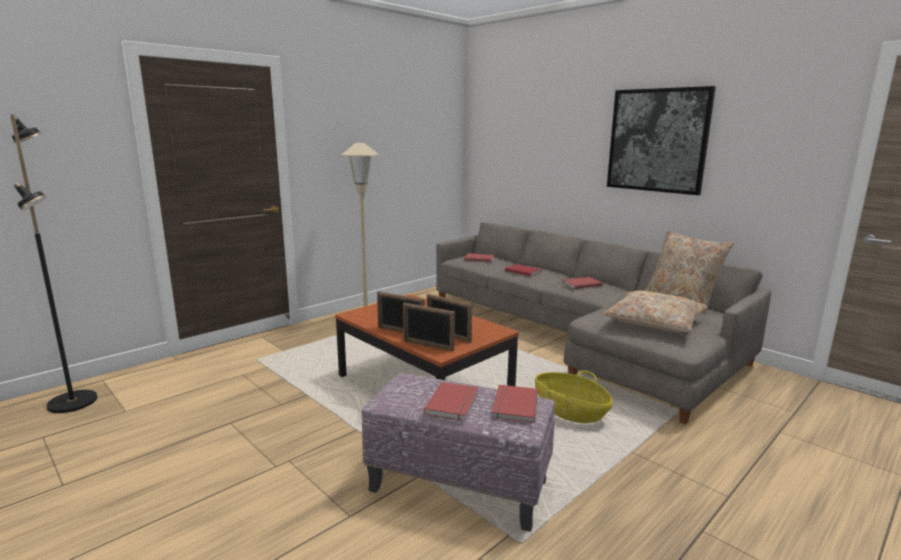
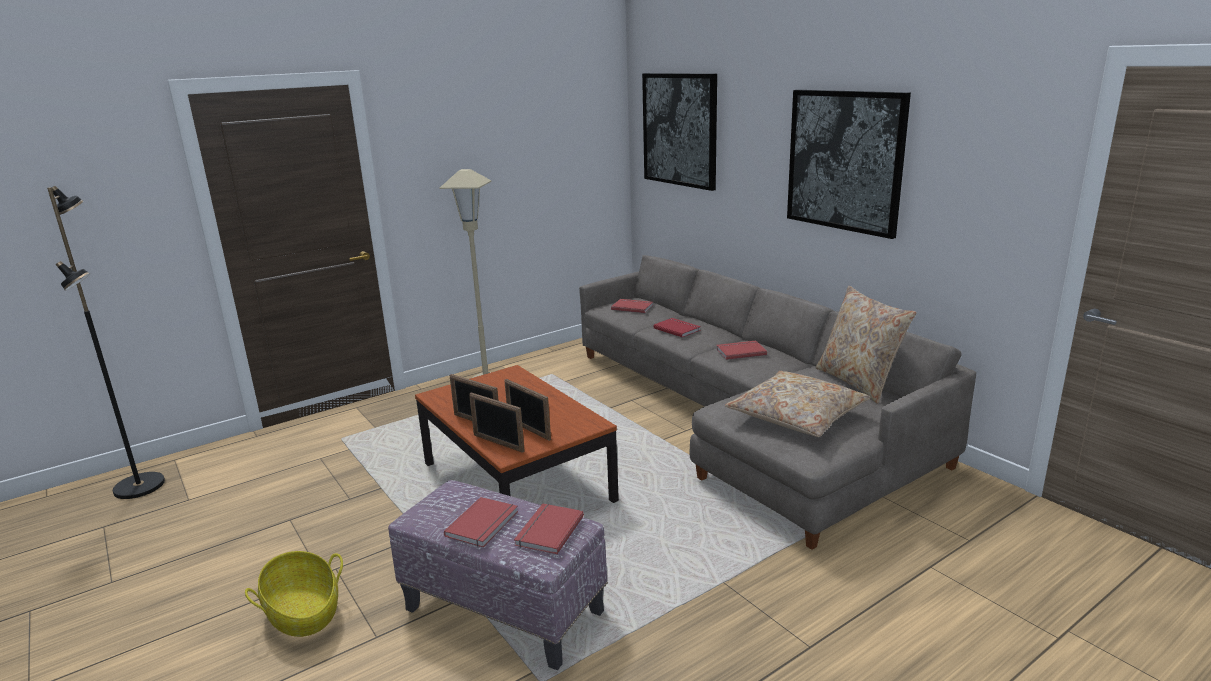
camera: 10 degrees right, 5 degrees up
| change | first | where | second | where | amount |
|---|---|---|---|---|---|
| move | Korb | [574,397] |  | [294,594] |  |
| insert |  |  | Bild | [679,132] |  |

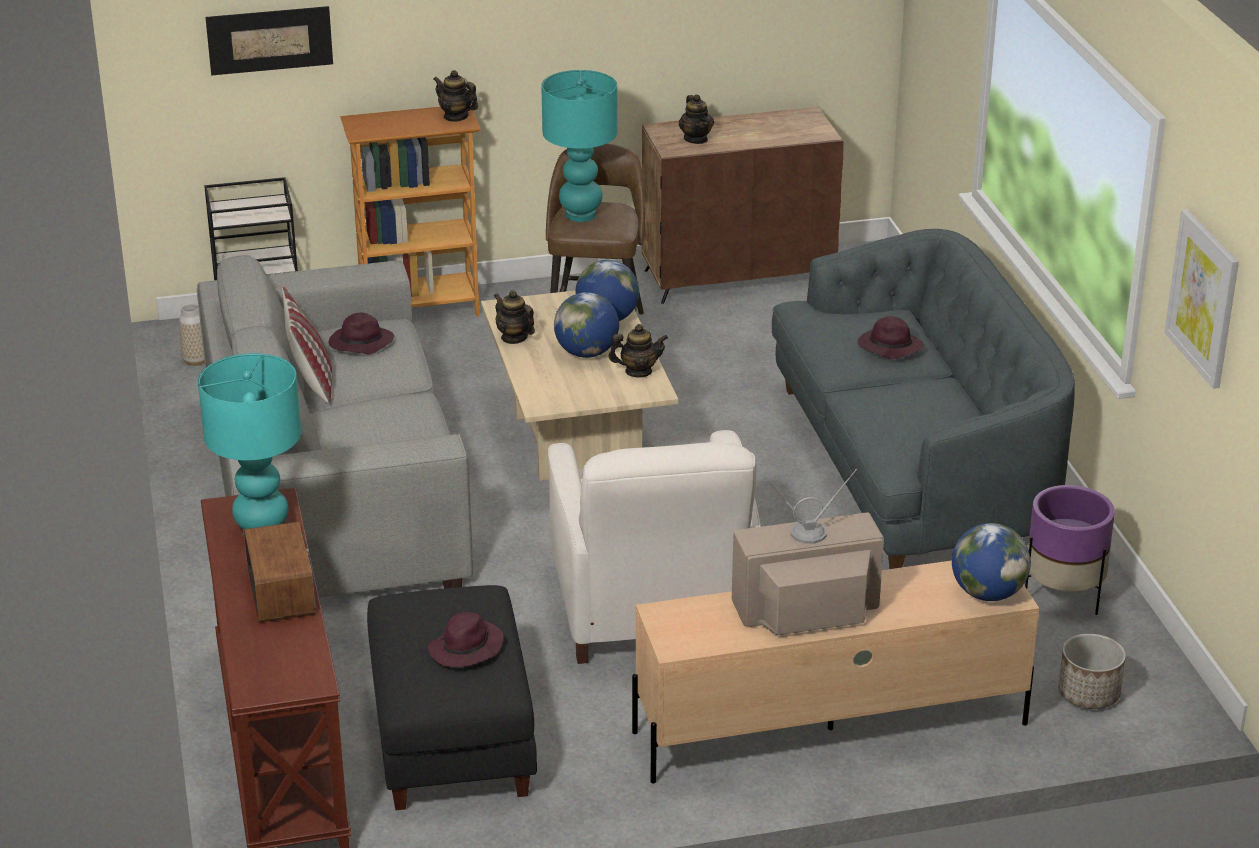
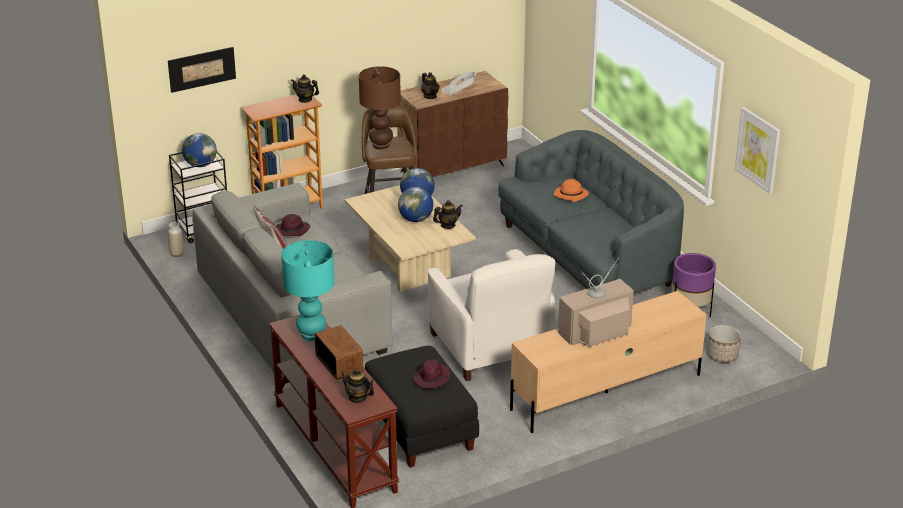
camera: 15 degrees left, 0 degrees up
| change | first | where | second | where | amount |
|---|---|---|---|---|---|
| move | Globus | [991,562] |  | [199,150] |  |
| move | Teekanne | [514,317] |  | [358,385] |  |
| recolor | Tischlampe (türkis) | [579,146] | Tischlampe (braun) | [380,107] |  |
| insert |  |  | Zeitung | [458,83] |  |
| recolor | Hut (lila) | [891,337] | Hut (orange) | [571,190] |  |

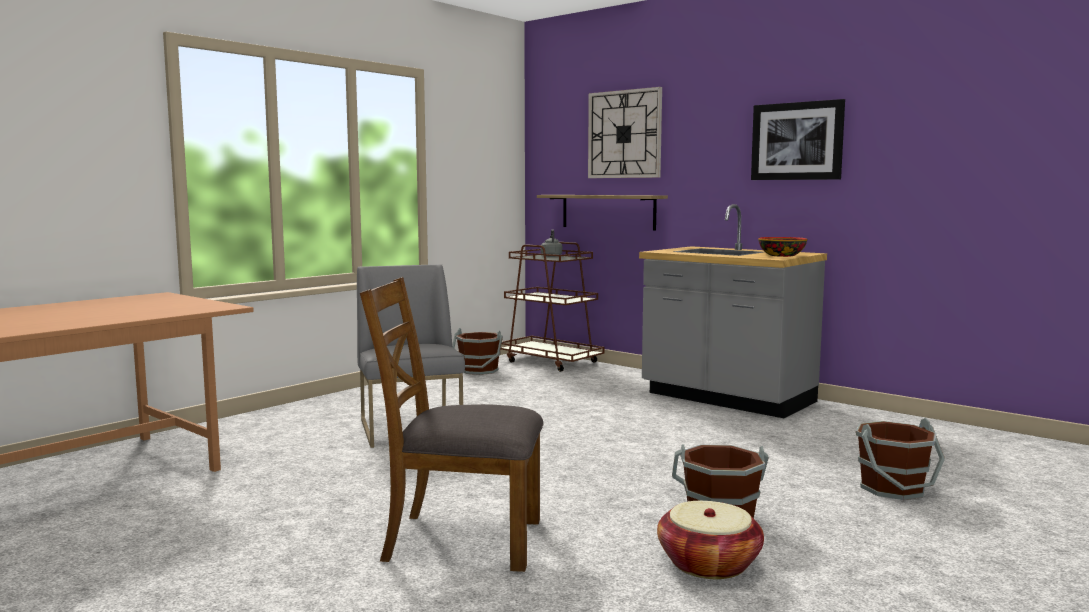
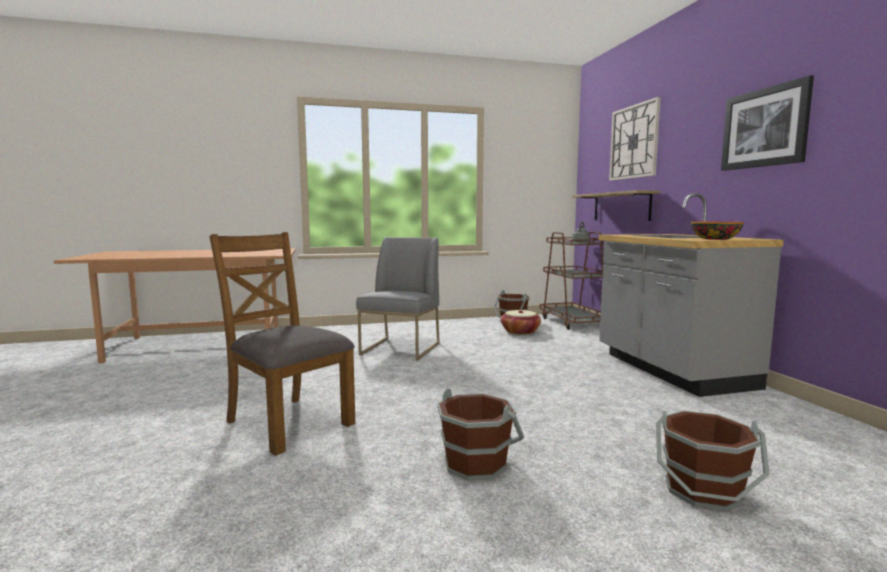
camera: 35 degrees right, 0 degrees up
| change | first | where | second | where | amount |
|---|---|---|---|---|---|
| move | Korb | [710,540] |  | [521,322] |  |

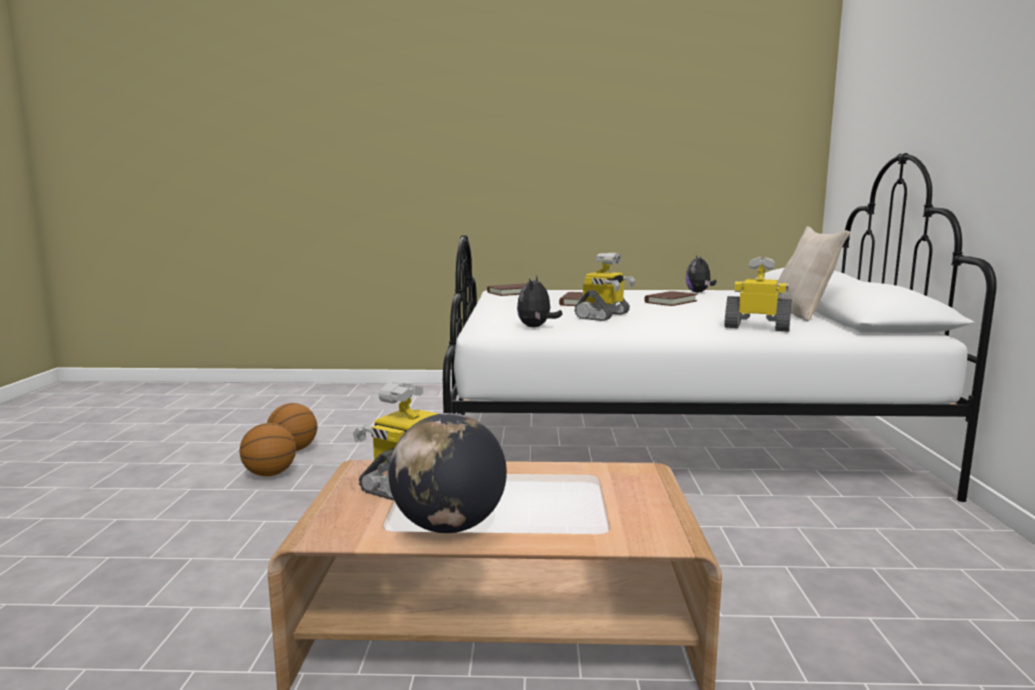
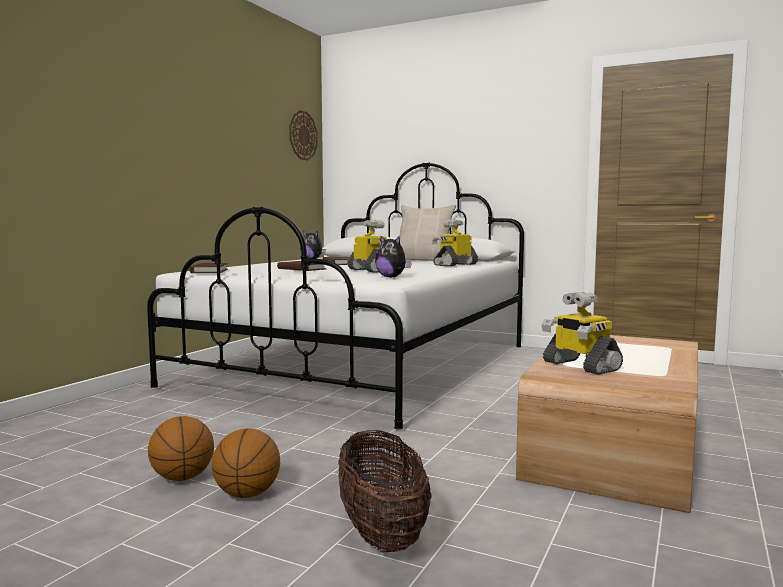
camera: 65 degrees left, 5 degrees down
| change | first | where | second | where | amount |
|---|---|---|---|---|---|
| insert |  |  | Wanduhr | [303,135] |  |
| insert |  |  | Korb | [385,491] |  |
| delete | Globus | [447,473] |  |  |  |

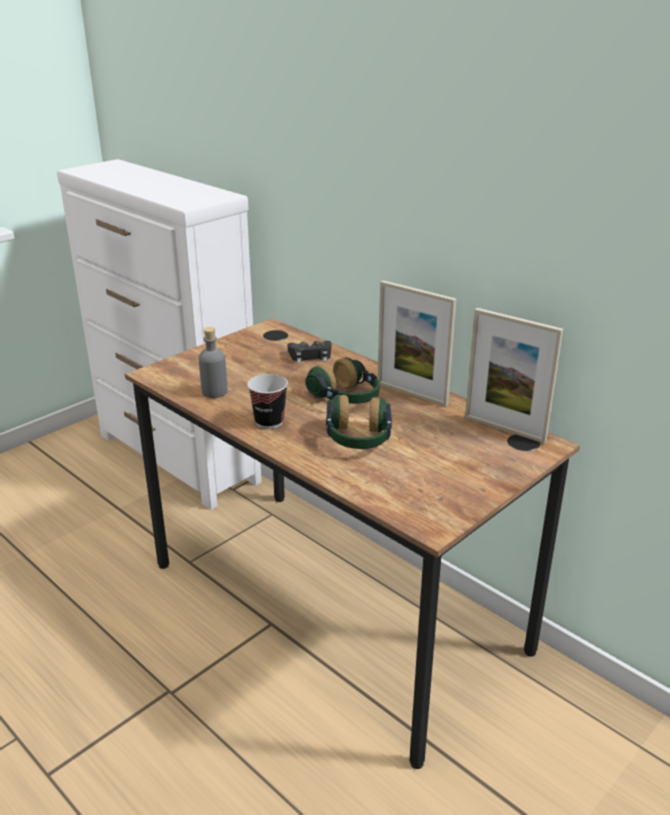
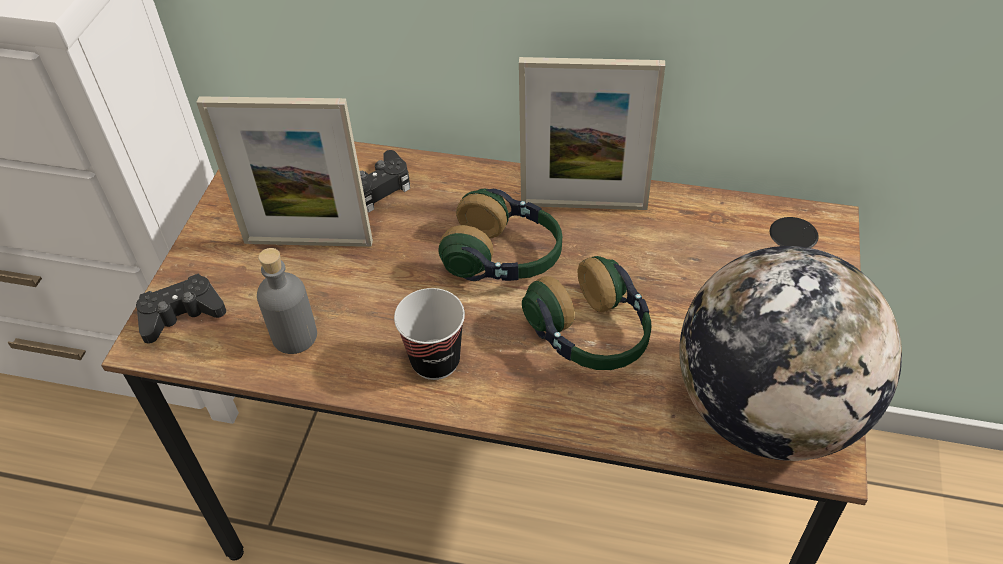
camera: 30 degrees left, 20 degrees up
| change | first | where | second | where | amount |
|---|---|---|---|---|---|
| insert |  |  | Gamepad (schwarz) | [181,308] |  |
| move | Bilderrahmen | [514,375] |  | [284,171] |  |
| insert |  |  | Globus | [790,353] |  |

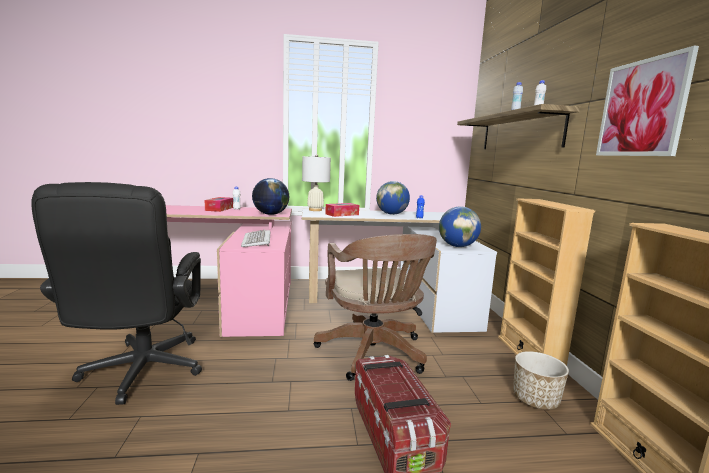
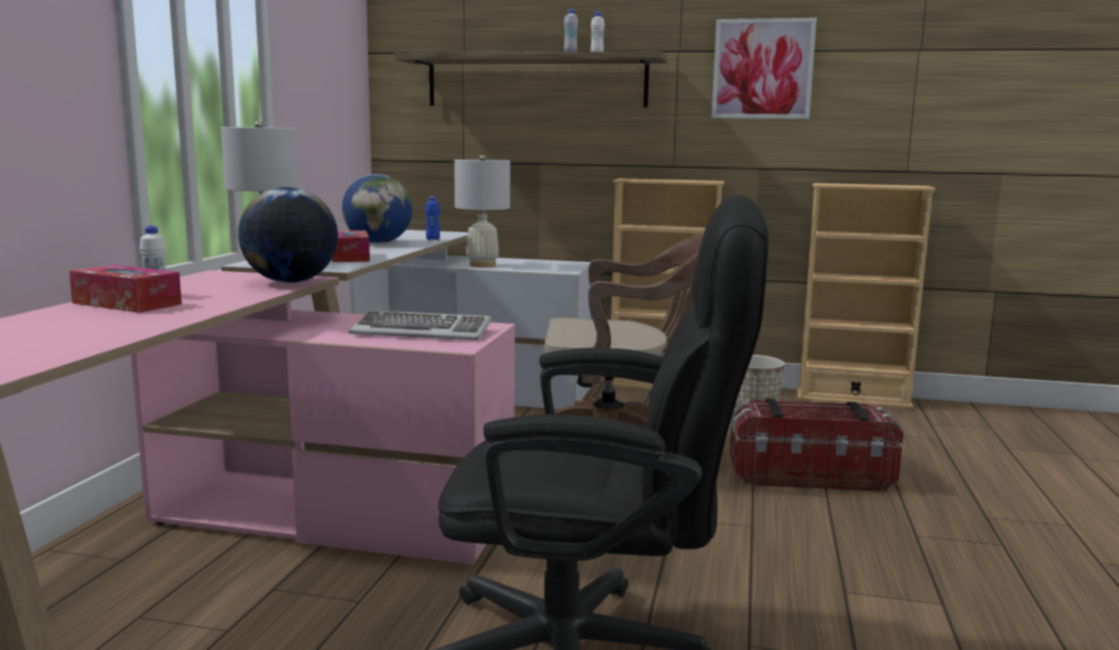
camera: 70 degrees left, 0 degrees up
| change | first | where | second | where | amount |
|---|---|---|---|---|---|
| insert |  |  | Tischlampe (weiß) | [482,211] |  |
| delete | Globus | [460,226] |  |  |  |

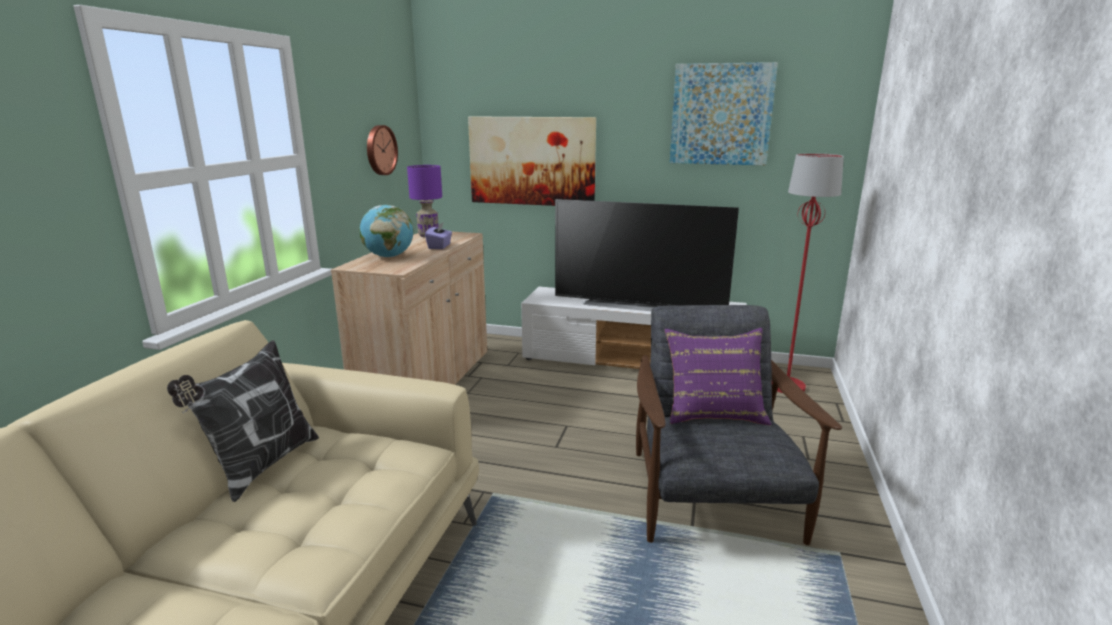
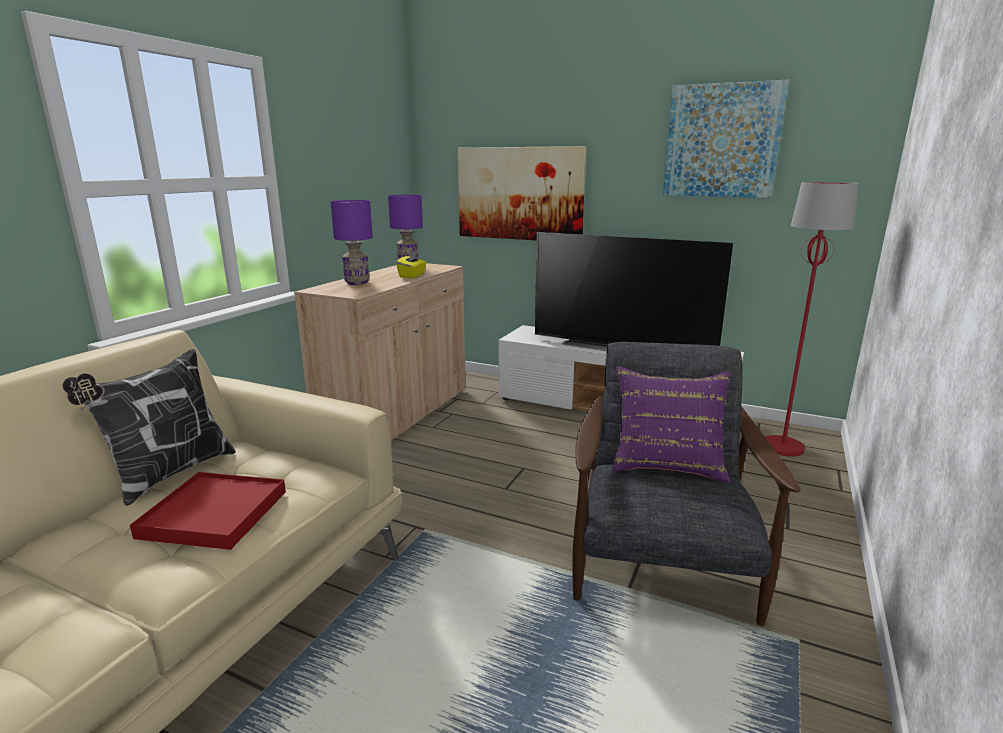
camera: 10 degrees right, 0 degrees up
| change | first | where | second | where | amount |
|---|---|---|---|---|---|
| insert |  |  | Tablett (rot) | [208,511] |  |
| replace | Globus | [386,231] | Tischlampe (lila) | [352,242] |  |
| recolor | Taschentuchbox (lila) | [438,235] | Taschentuchbox (gelb) | [411,264] |  |
| delete | Wanduhr | [382,150] |  |  |  |

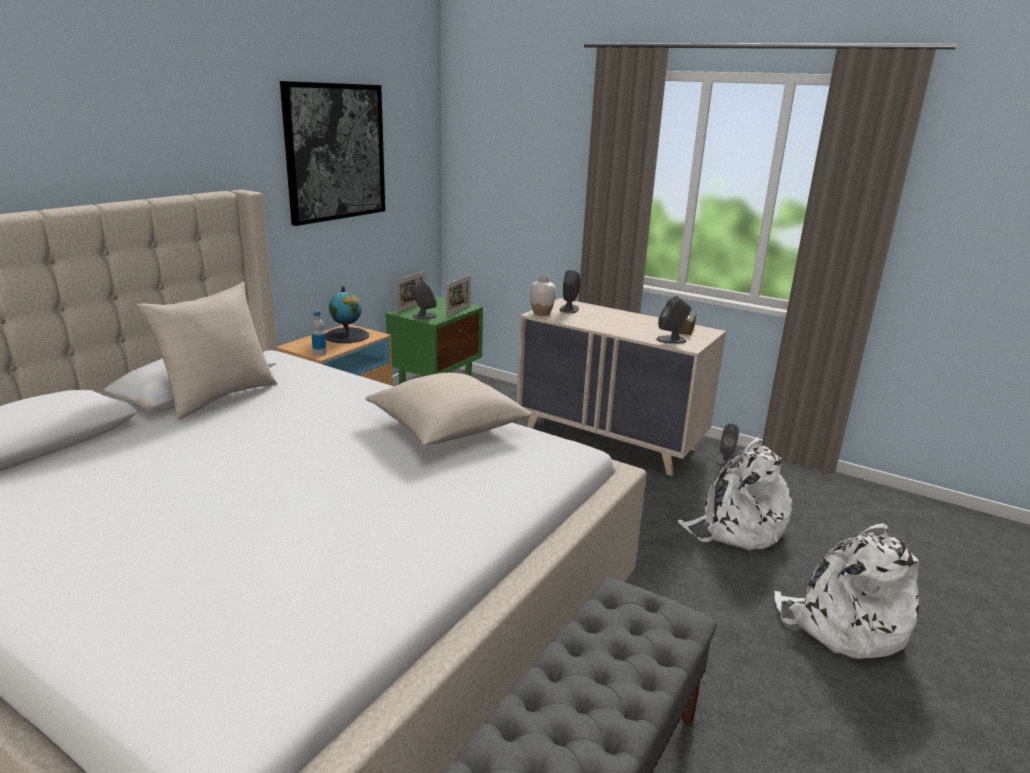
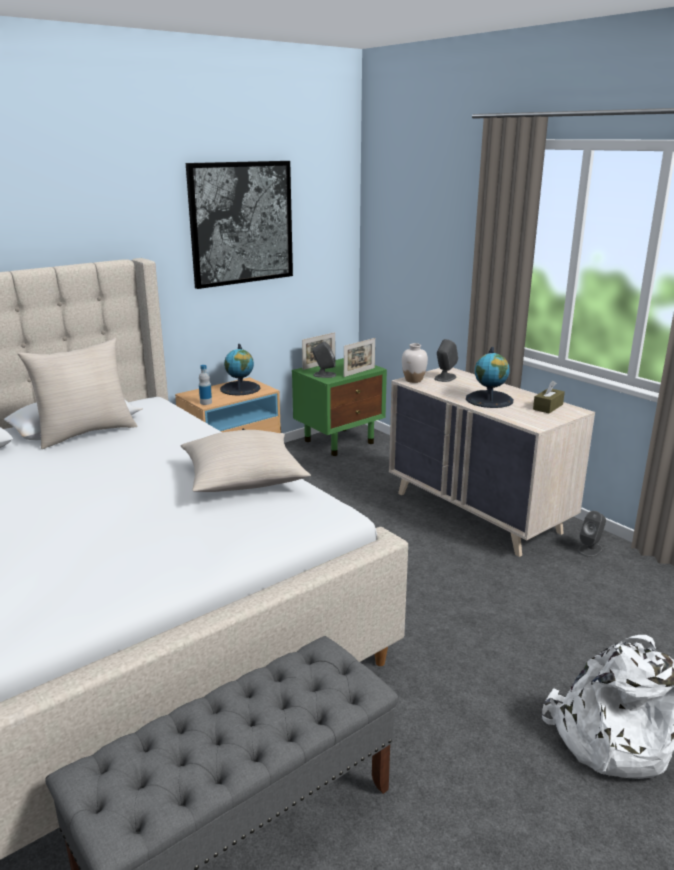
camera: 20 degrees right, 0 degrees up
| change | first | where | second | where | amount |
|---|---|---|---|---|---|
| insert |  |  | Globus | [489,377] |  |
| delete | Lautsprecher (grau) | [673,320] |  |  |  |
| delete | Rucksack (weiß) | [734,493] |  |  |  |

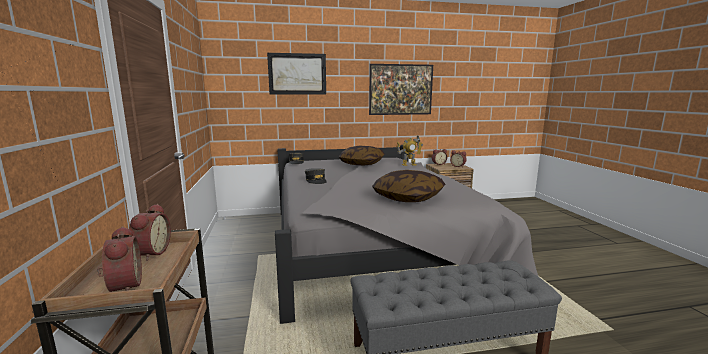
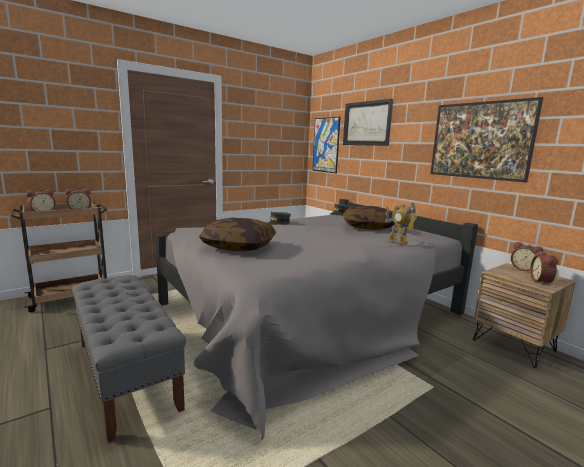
camera: 65 degrees right, 0 degrees up
| change | first | where | second | where | amount |
|---|---|---|---|---|---|
| insert |  |  | Bild | [326,145] |  |

